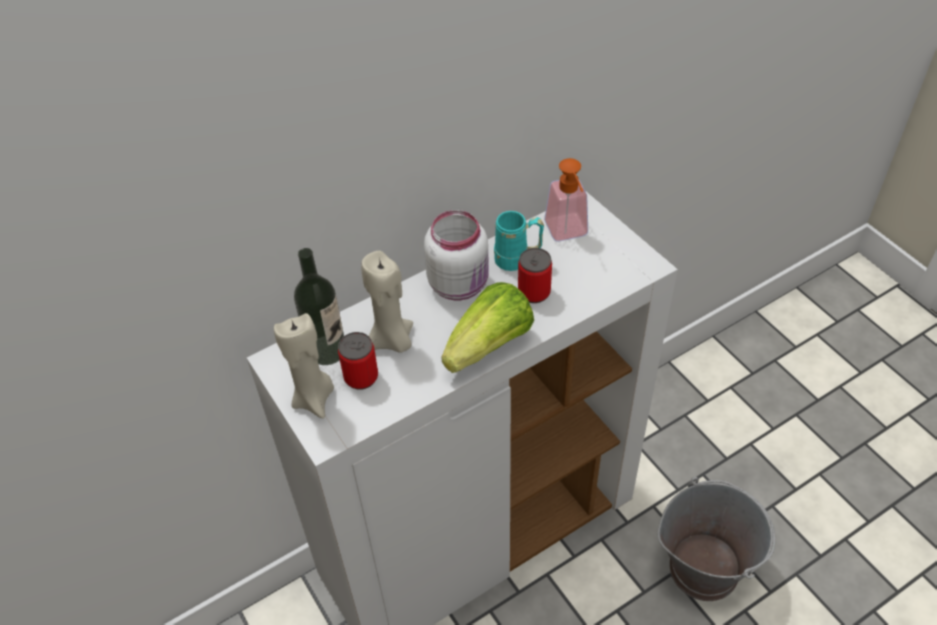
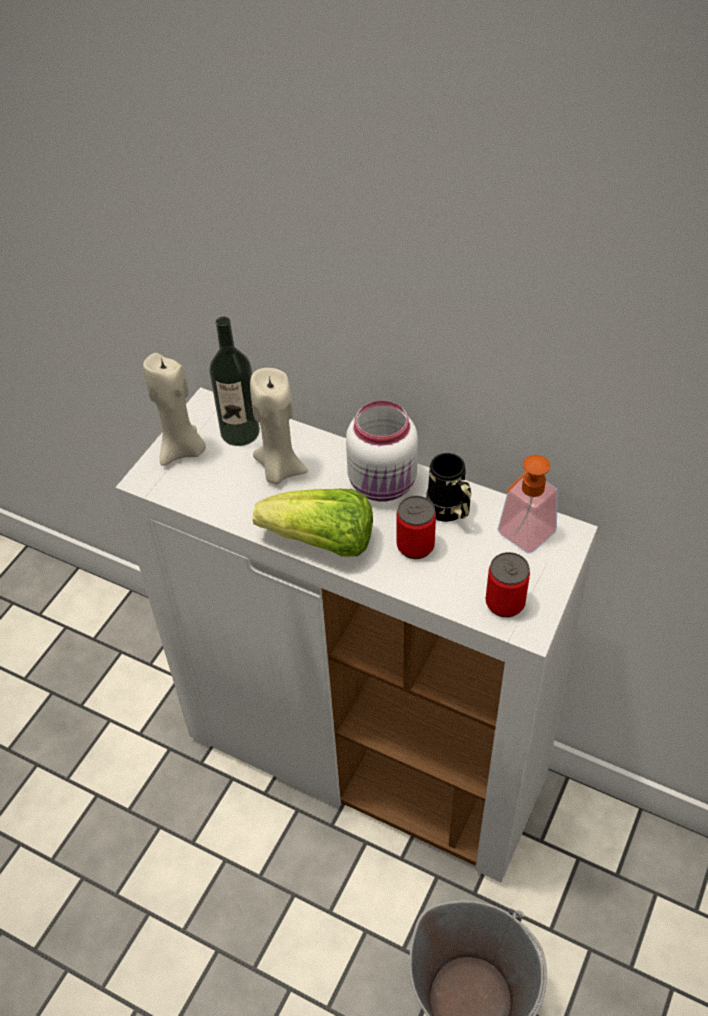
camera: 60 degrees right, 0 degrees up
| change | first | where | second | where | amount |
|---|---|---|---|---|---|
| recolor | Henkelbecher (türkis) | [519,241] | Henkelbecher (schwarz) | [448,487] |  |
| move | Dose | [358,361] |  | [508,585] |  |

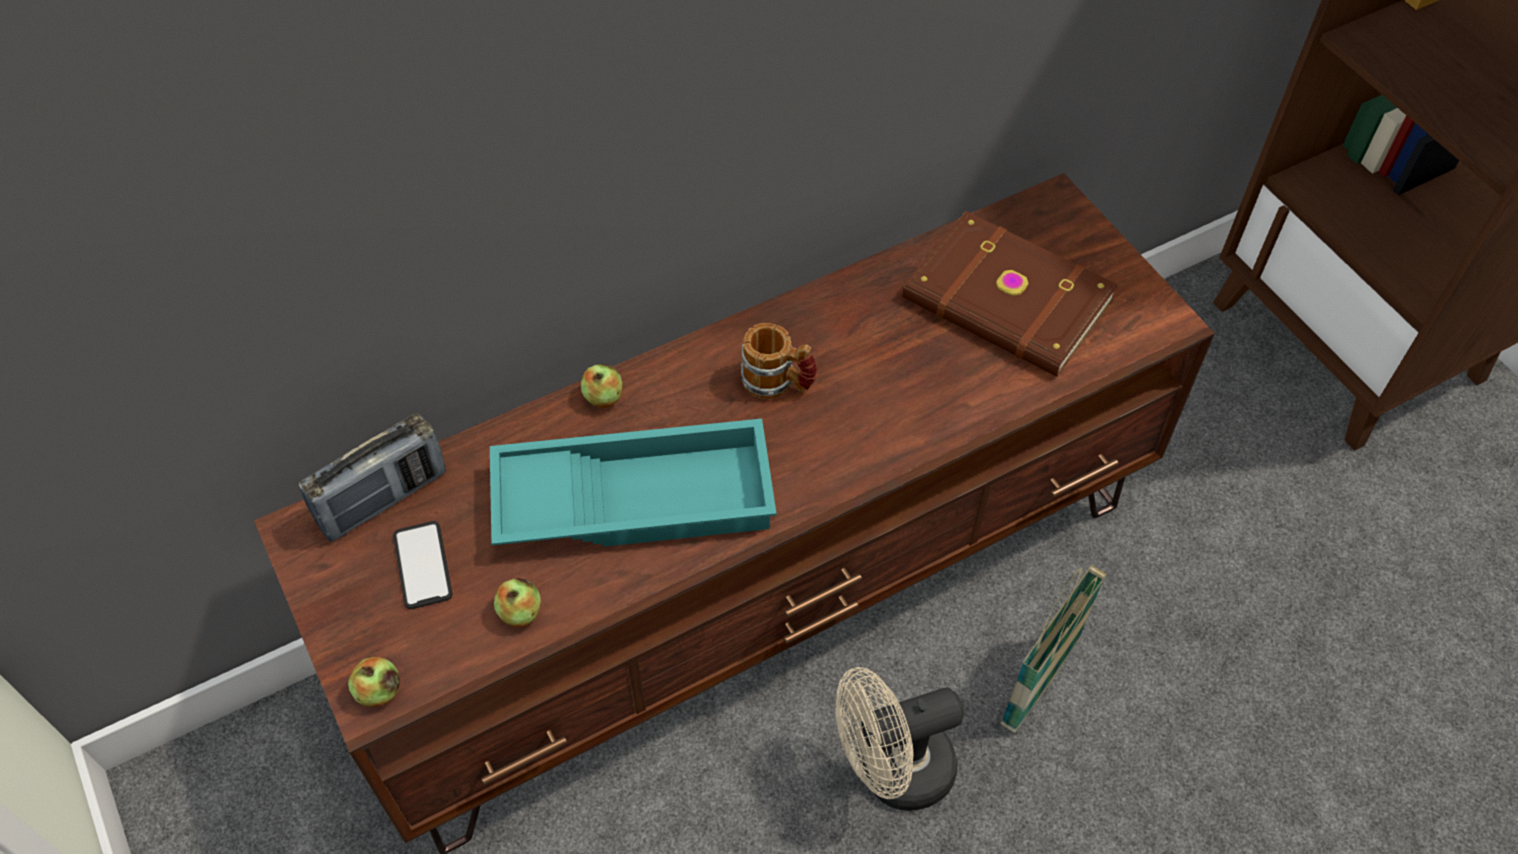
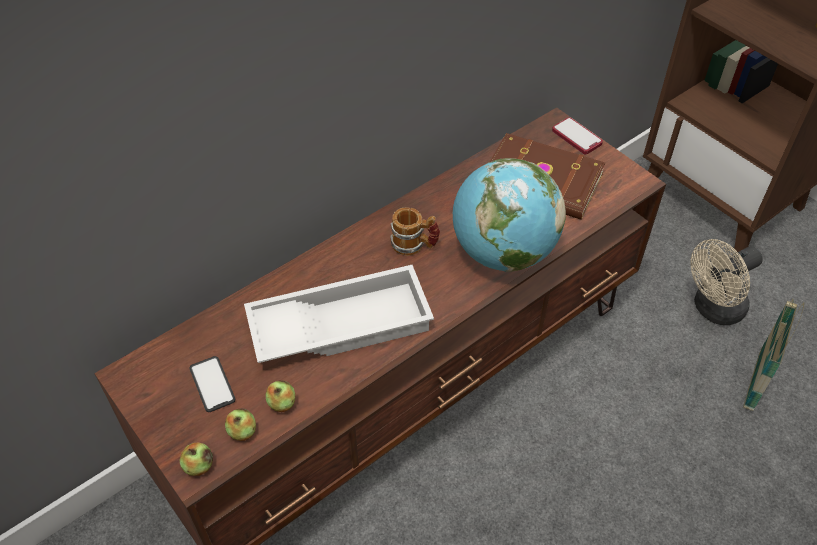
camera: 10 degrees left, 5 degrees down
| change | first | where | second | where | amount |
|---|---|---|---|---|---|
| move | Apfel | [601,386] |  | [240,424] |  |
| recolor | Tablett (türkis) | [633,483] | Tablett (weiß) | [339,314] |  |
| insert |  |  | Globus | [509,215] |  |
| insert |  |  | Handy | [577,136] |  |
| move | Ventilator (beige) | [899,739] |  | [726,282] |  |
| move | Korb | [1054,649] |  | [773,355] |  |
| delete | Radio | [372,477] |  |  |  |

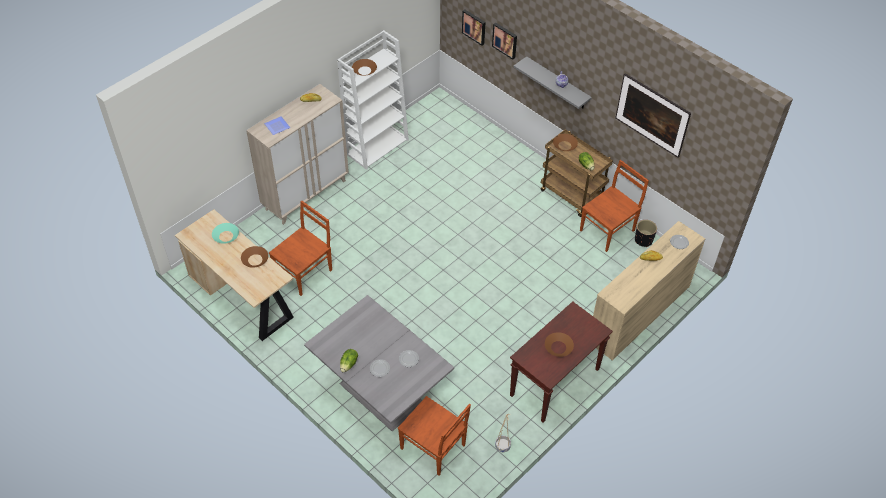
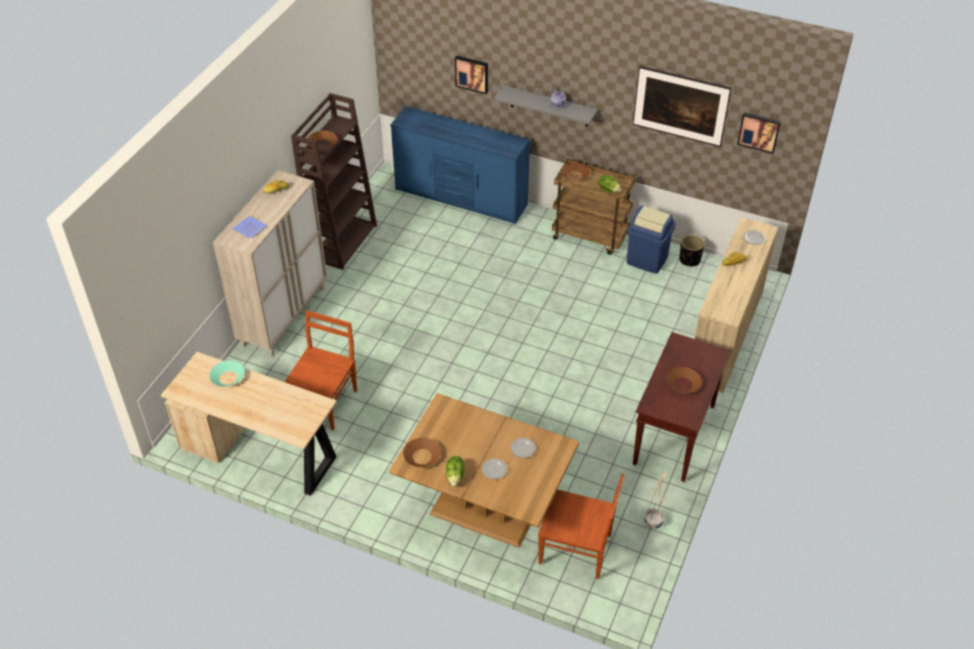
camera: 20 degrees left, 5 degrees down
| change | first | where | second | where | amount |
|---|---|---|---|---|---|
| recolor | Bücherregal (weiß) | [373,100] | Bücherregal (braun) | [334,181] |  |
| recolor | Esstisch (grau) | [379,363] | Esstisch (braun) | [484,470] |  |
| insert |  |  | Kommode (blau) | [460,165] |  |
| move | Schüssel (braun) | [254,257] |  | [422,452] |  |
| replace | Stuhl (braun) | [614,206] | Mülleimer (blau) | [651,239] |  |
| move | Bild | [473,28] |  | [759,133] |  |

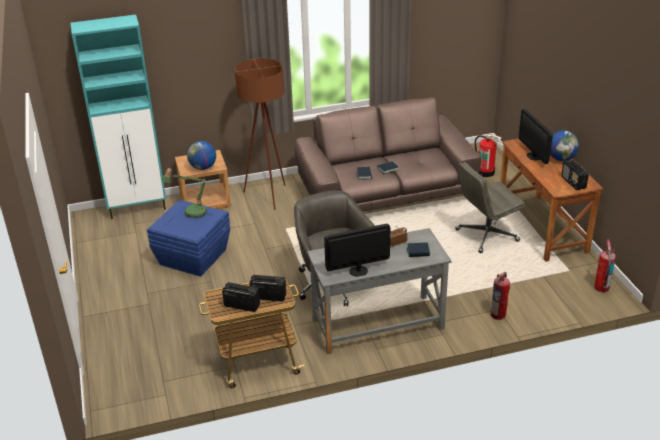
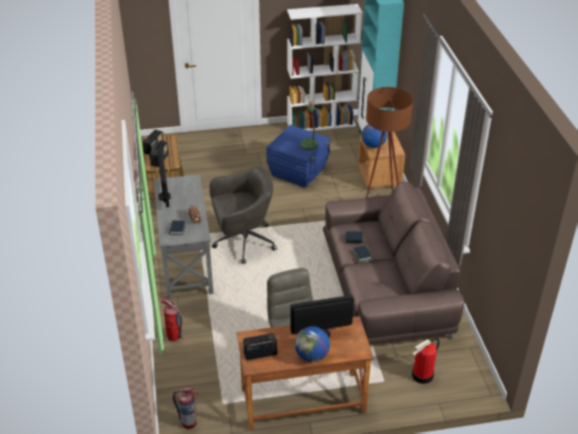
camera: 95 degrees right, 5 degrees up
| change | first | where | second | where | amount |
|---|---|---|---|---|---|
| insert |  |  | Bücherregal (weiß) | [325,67] |  |

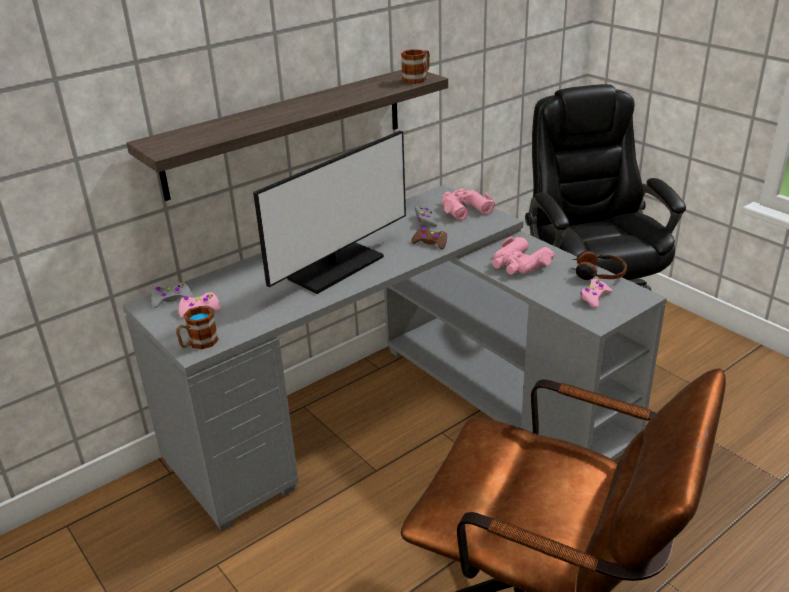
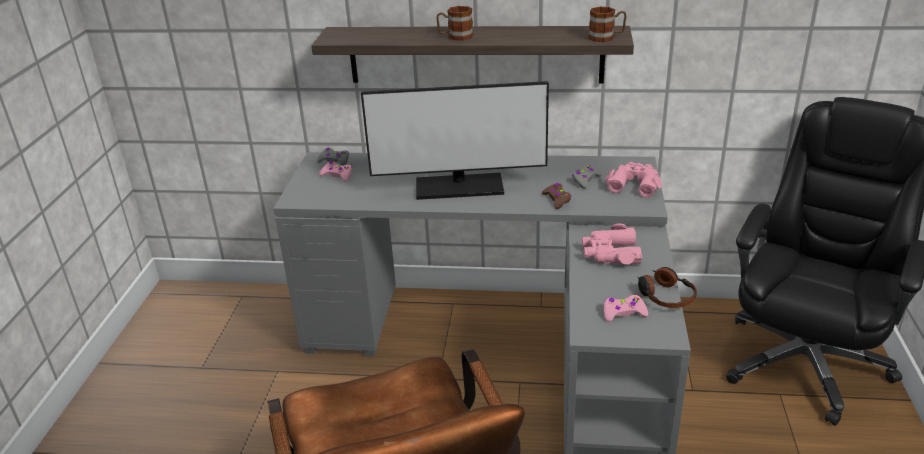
camera: 45 degrees right, 0 degrees up
| change | first | where | second | where | amount |
|---|---|---|---|---|---|
| move | Henkelbecher | [197,327] |  | [454,23] |  |

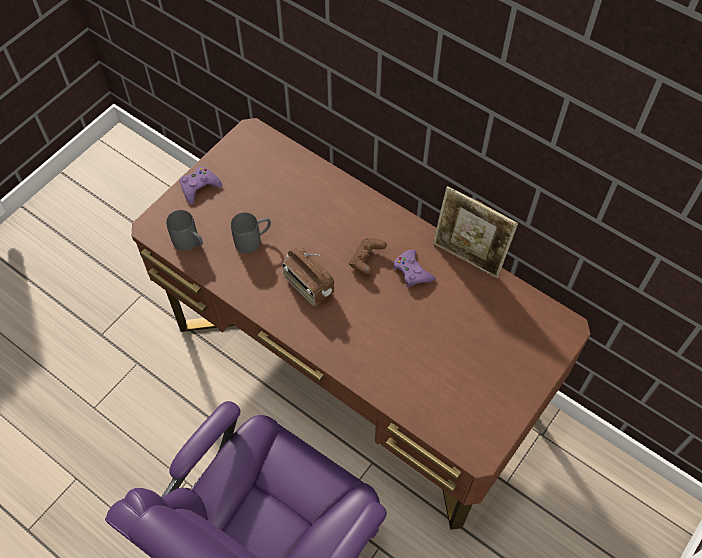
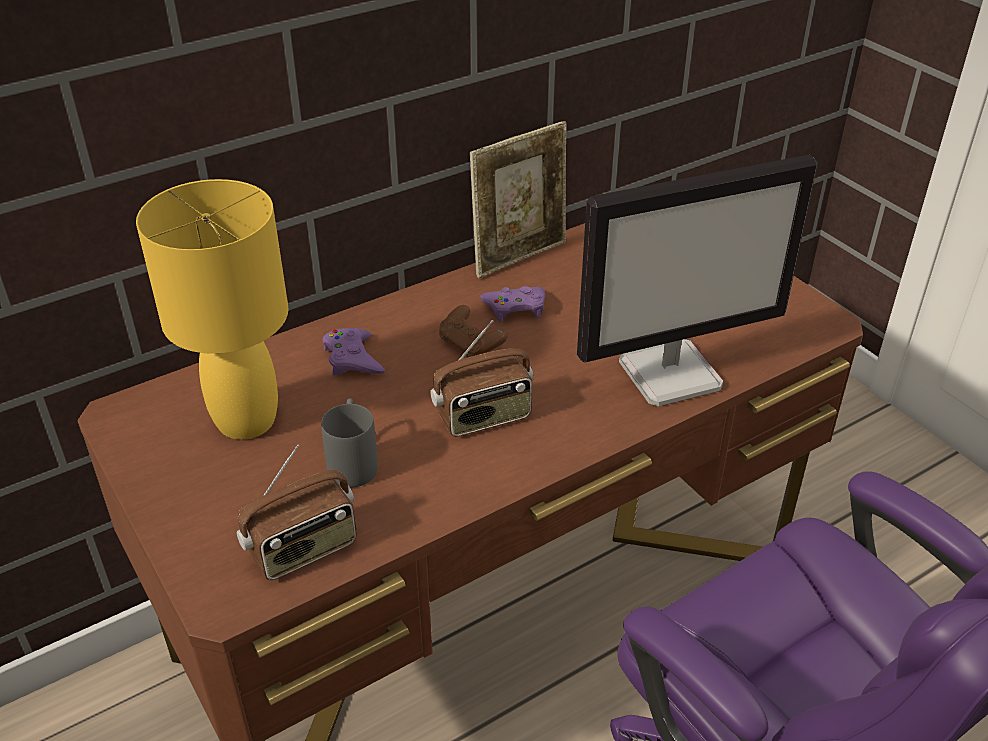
camera: 70 degrees left, 20 degrees down
| change | first | where | second | where | amount |
|---|---|---|---|---|---|
| insert |  |  | Tischlampe (gelb) | [212,309] |  |
| replace | Henkelbecher (grau) | [184,230] | Radio | [297,512] |  |
| move | Gamepad (lila) | [200,185] |  | [354,351] |  |
| insert |  |  | Monitor | [697,280] |  |

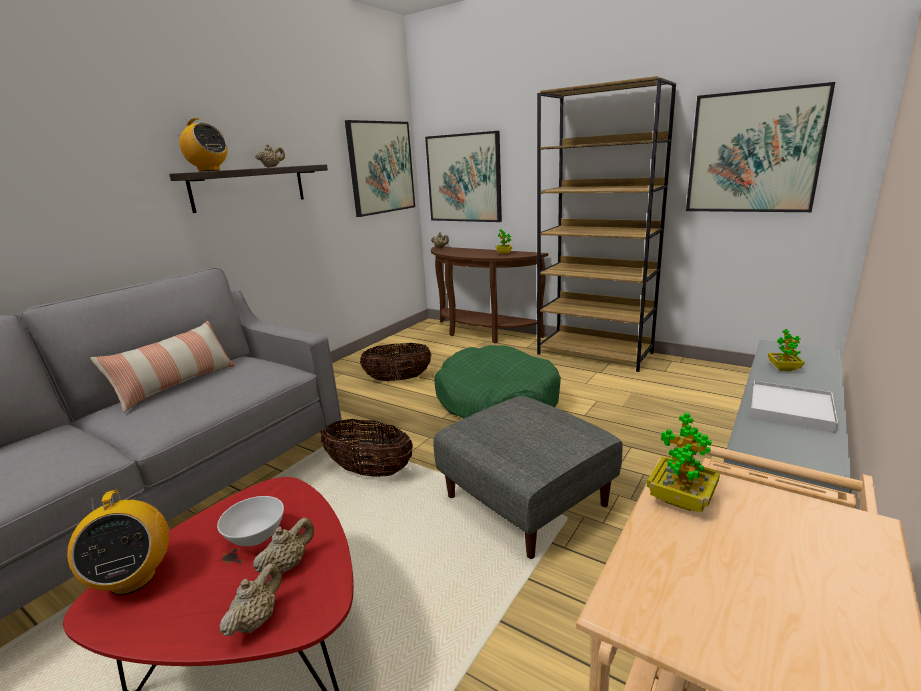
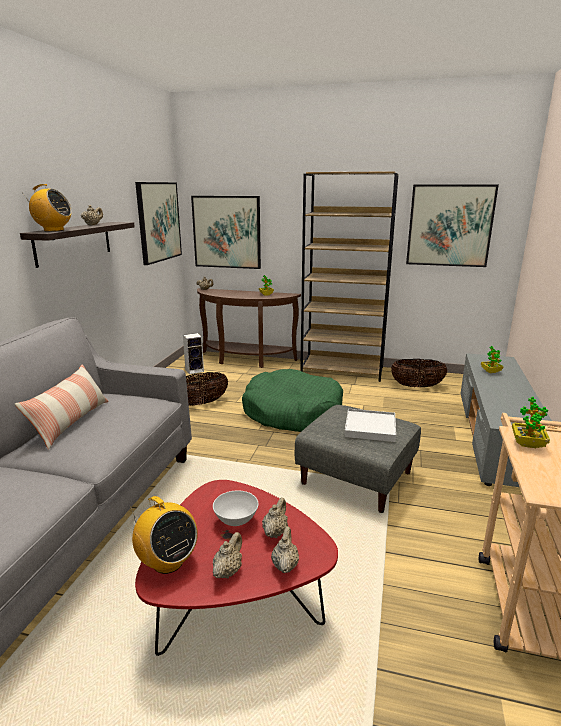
camera: 20 degrees left, 0 degrees up
| change | first | where | second | where | amount |
|---|---|---|---|---|---|
| insert |  |  | Lautsprecher | [193,353] |  |
| insert |  |  | Teekanne (beige) | [227,555] |  |
| move | Tablett (weiß) | [794,407] |  | [370,425] |  |
| move | Korb | [367,448] |  | [419,373] |  |

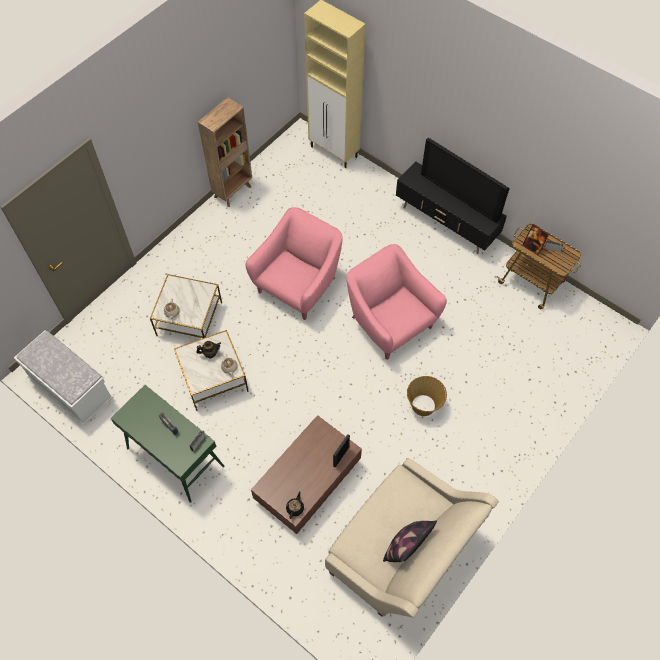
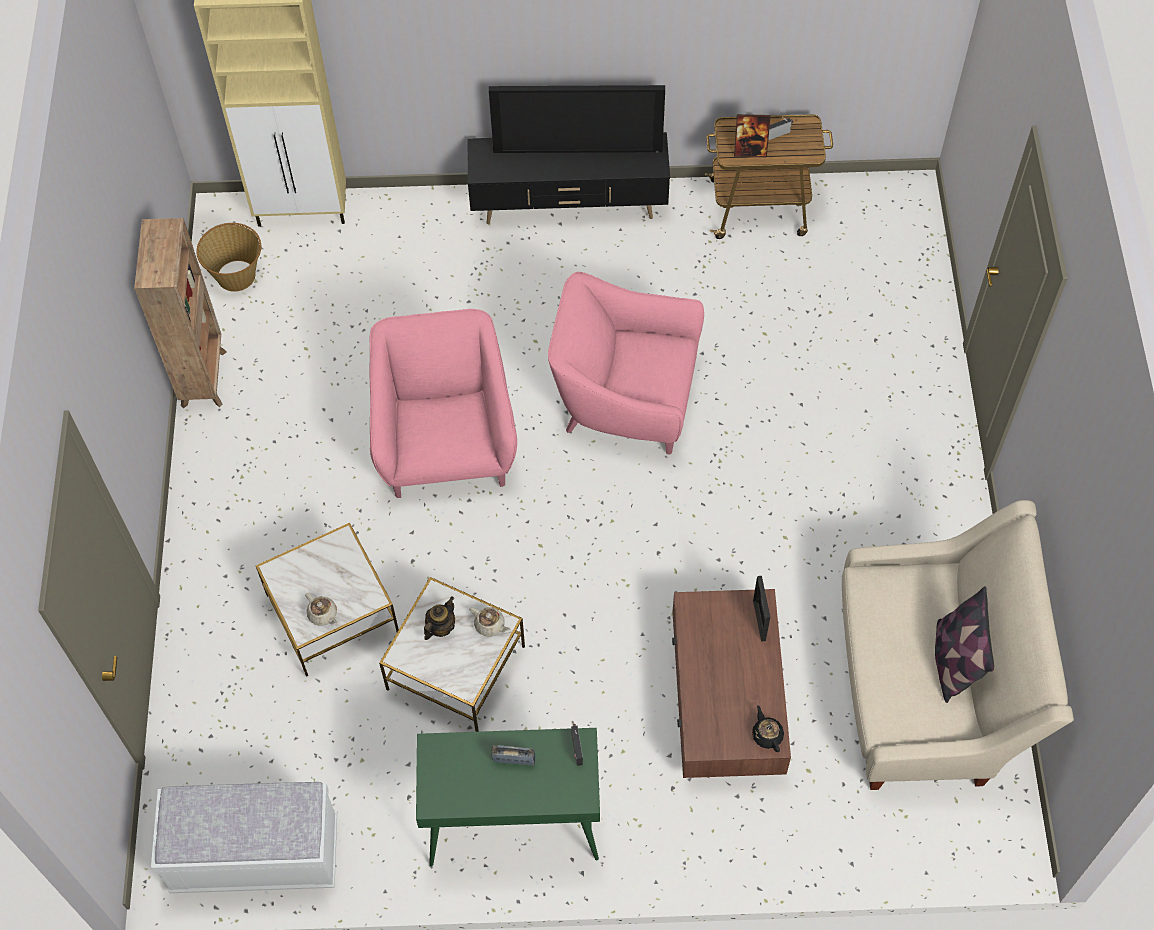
camera: 40 degrees left, 0 degrees up
| change | first | where | second | where | amount |
|---|---|---|---|---|---|
| move | Korb | [427,396] |  | [228,257] |  |

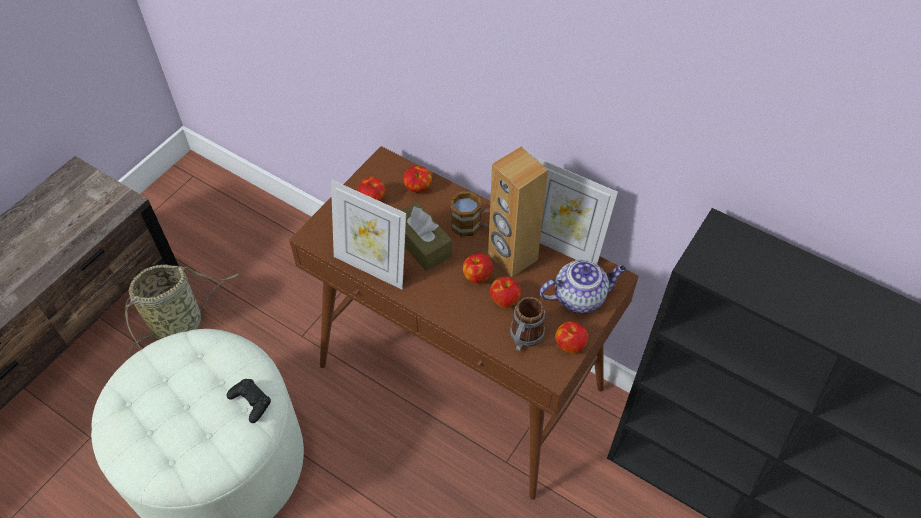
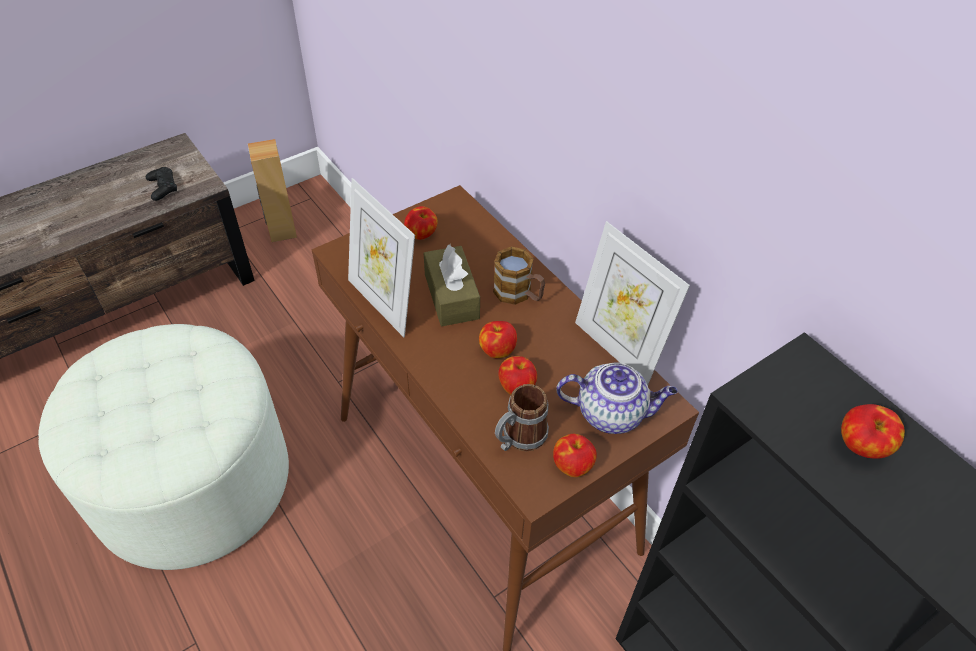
camera: 20 degrees right, 5 degrees down
| change | first | where | second | where | amount |
|---|---|---|---|---|---|
| move | Gamepad (schwarz) | [248,401] |  | [161,184] |  |
| move | Lautsprecher (braun) | [518,212] |  | [272,190] |  |
| move | Apfel | [418,179] |  | [873,431] |  |
| delete | Korb | [182,310] |  |  |  |

